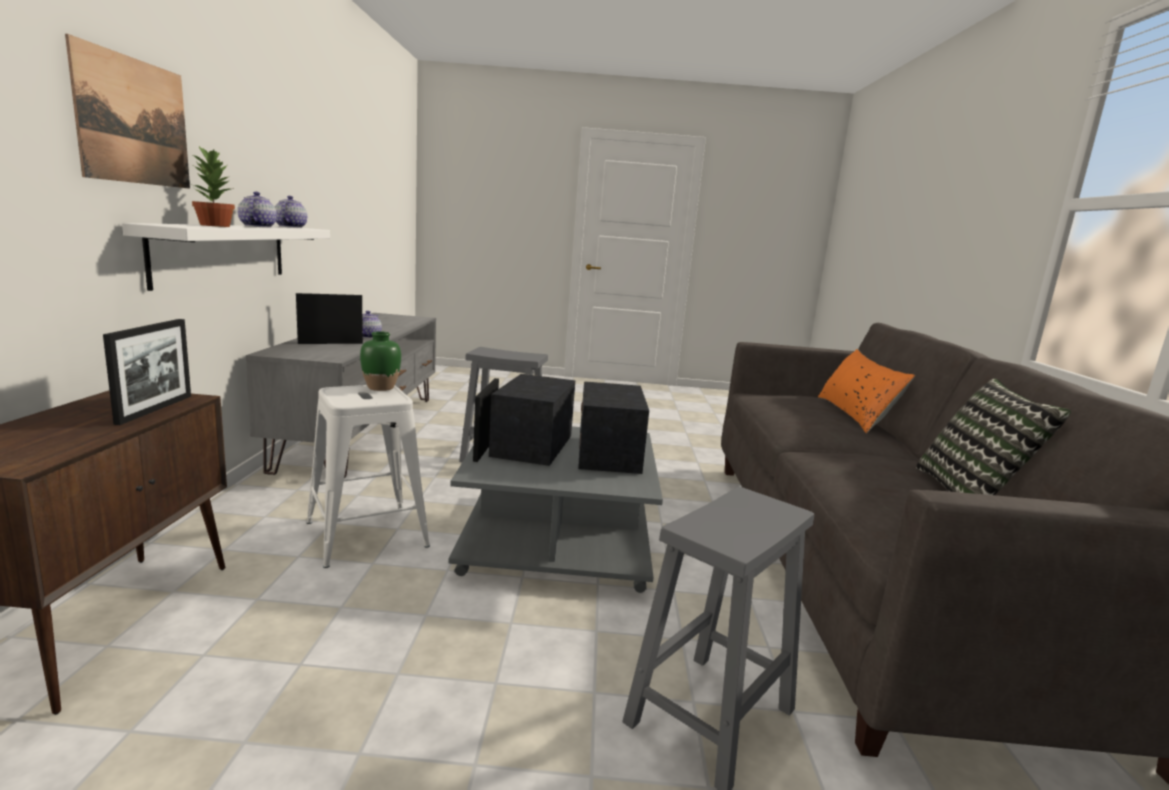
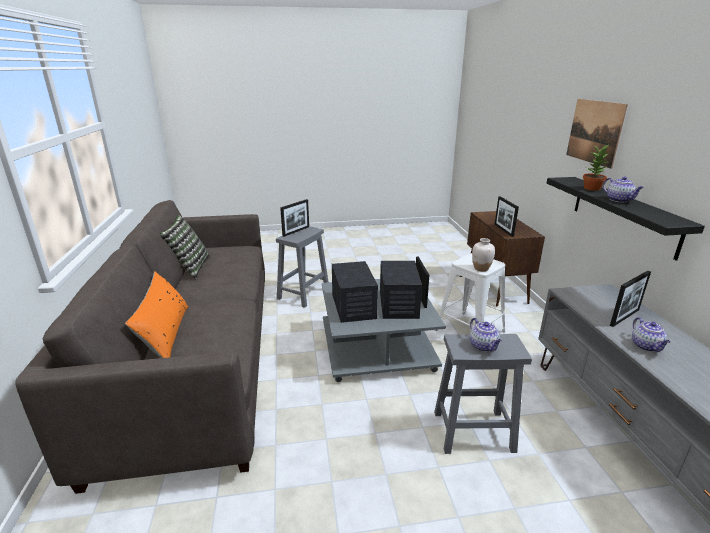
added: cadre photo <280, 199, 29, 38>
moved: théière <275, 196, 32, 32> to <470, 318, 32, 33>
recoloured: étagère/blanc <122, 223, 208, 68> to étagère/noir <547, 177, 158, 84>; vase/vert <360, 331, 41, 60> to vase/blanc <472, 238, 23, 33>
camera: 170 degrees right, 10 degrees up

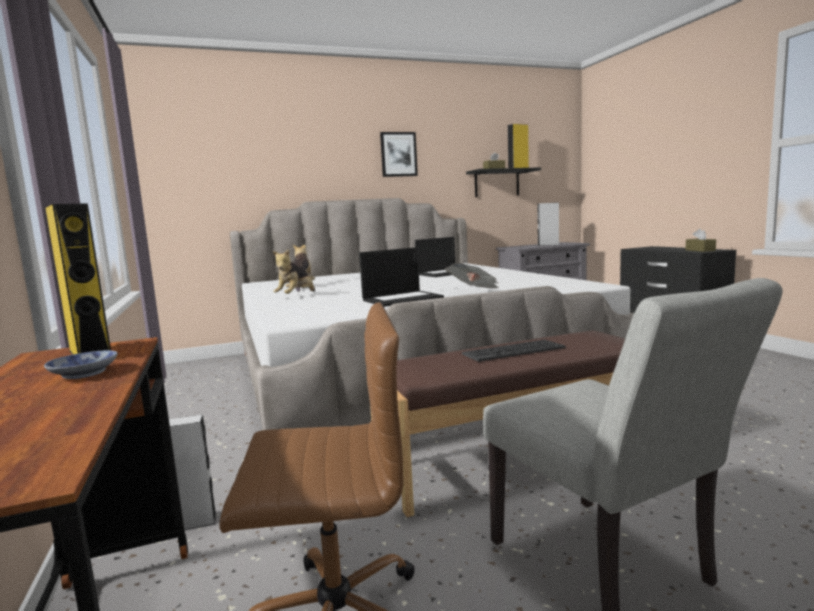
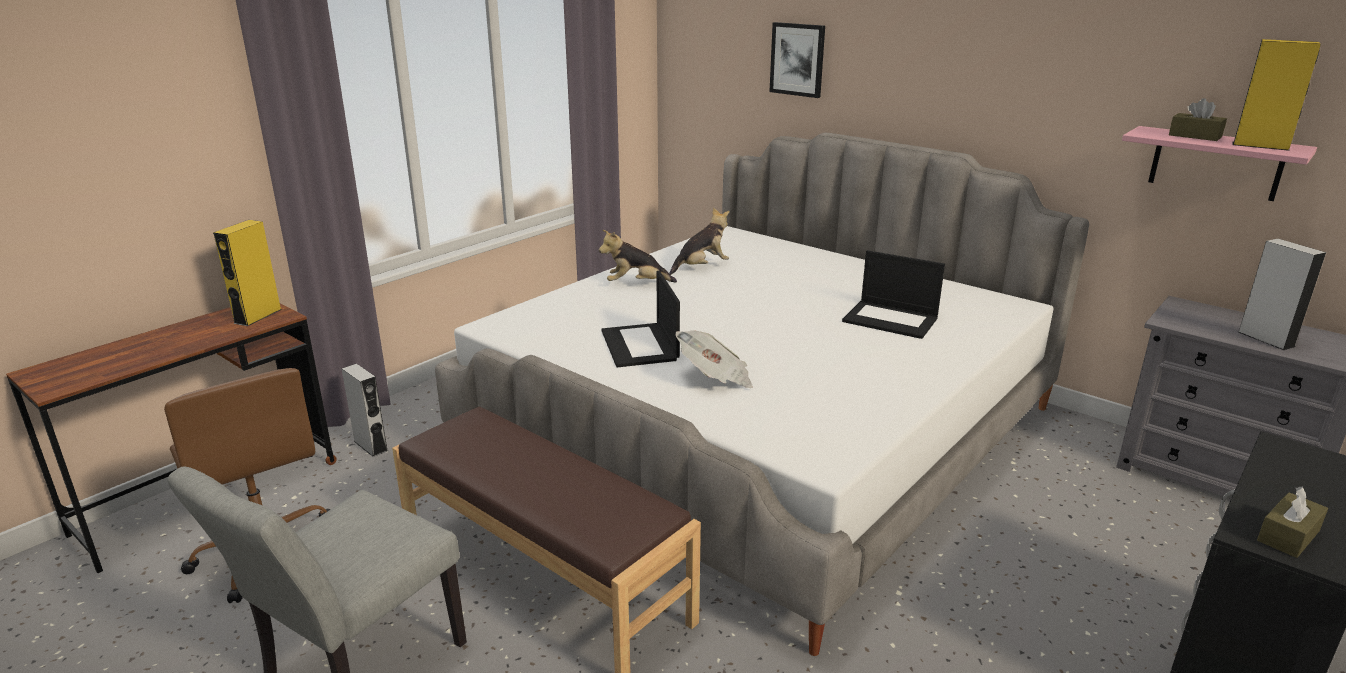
removed: bol <44, 350, 74, 29>; clavier <462, 340, 104, 22>
moved: tableau <380, 132, 38, 45> to <769, 22, 56, 76>
recoloured: étagère/noir <466, 167, 75, 30> to étagère/rose <1122, 126, 195, 75>
turned: ordinateur portable <359, 247, 85, 60> = <601, 271, 79, 97> 45 degrees clockwise
camera: 60 degrees right, 15 degrees up

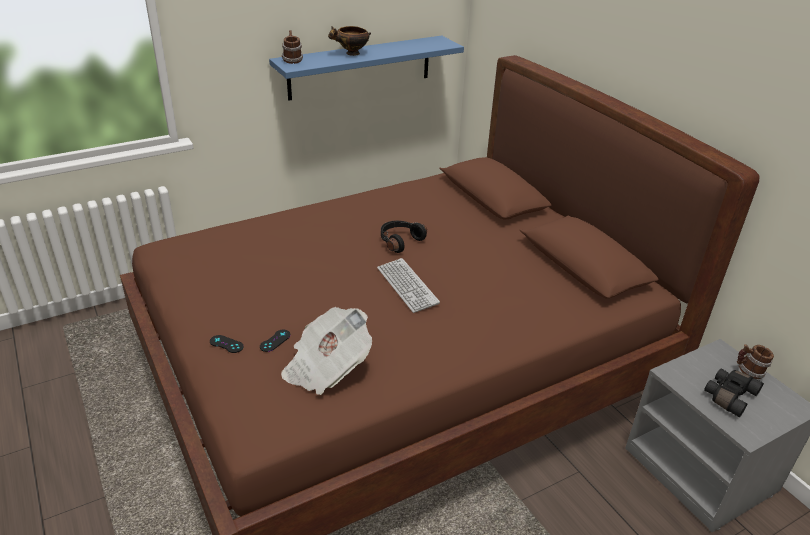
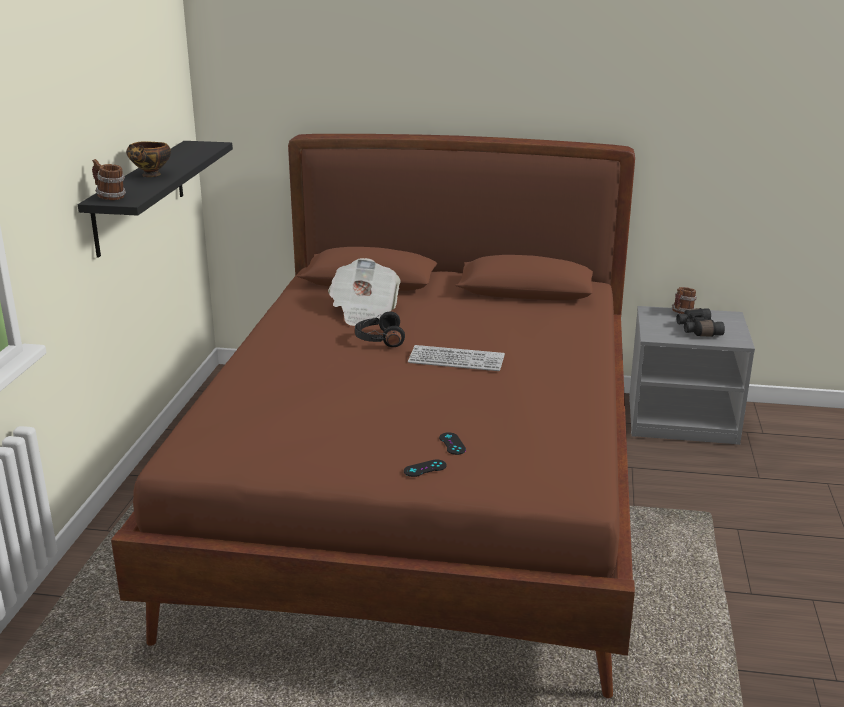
moved: journal <281, 307, 91, 88> to <328, 258, 73, 68>
recoloured: étagère/bleu <269, 36, 195, 65> to étagère/noir <78, 141, 155, 117>
camera: 50 degrees left, 10 degrees down

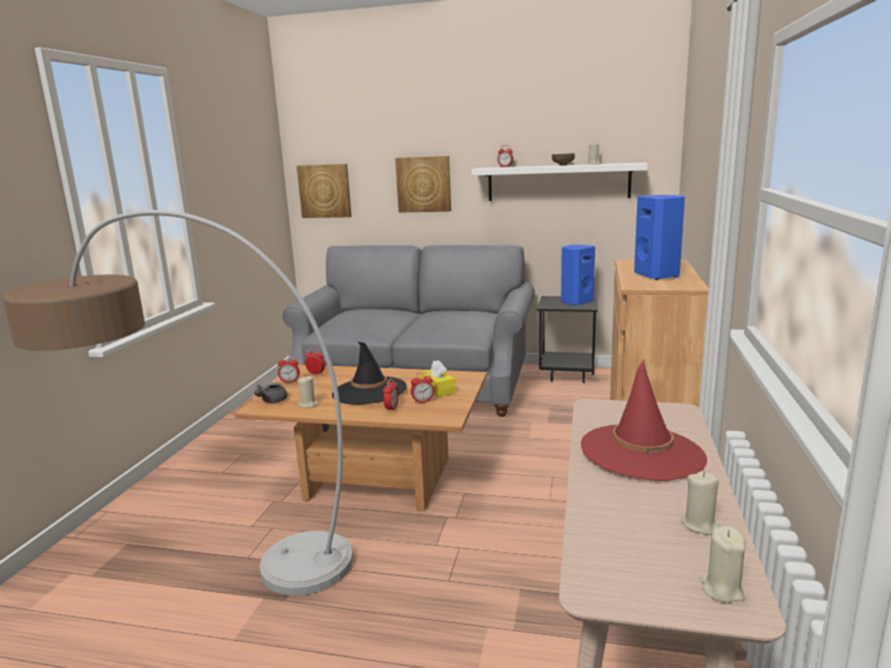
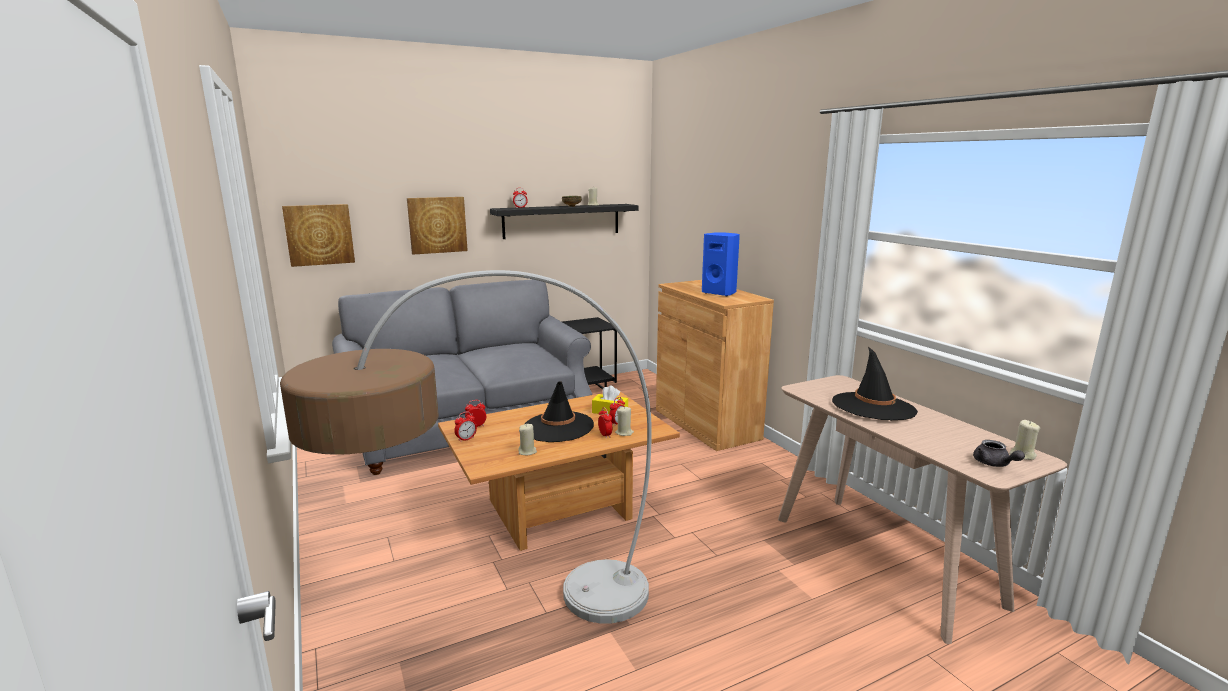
removed: enceinte/bleu <561, 245, 34, 61>
moved: théière/gris <254, 383, 34, 20> to <973, 440, 52, 27>; bougie/beige <681, 472, 39, 63> to <615, 406, 19, 30>
recoloured: étagère/blanc <471, 163, 177, 38> to étagère/noir <490, 204, 148, 35>; chapeau/rouge <581, 359, 126, 122> to chapeau/noir <832, 347, 86, 74>
camera: 40 degrees left, 0 degrees up

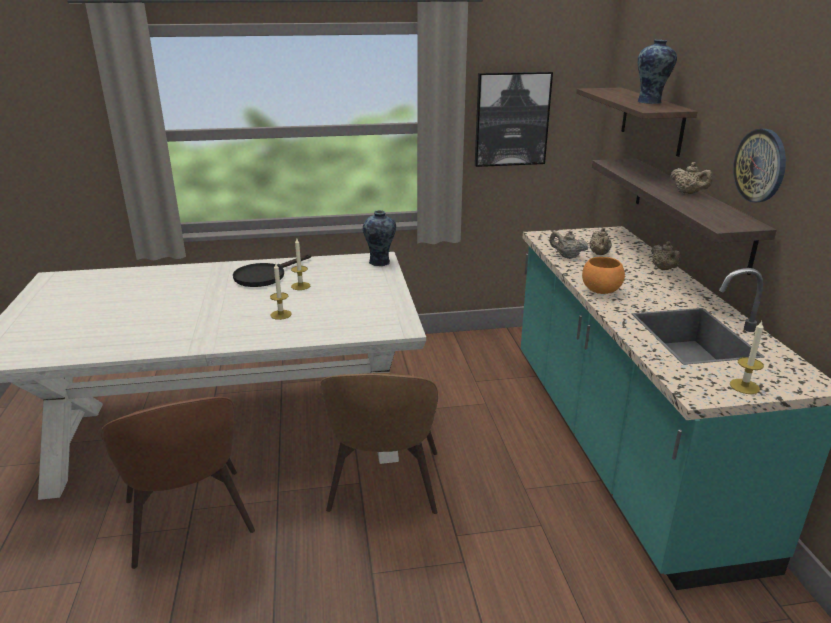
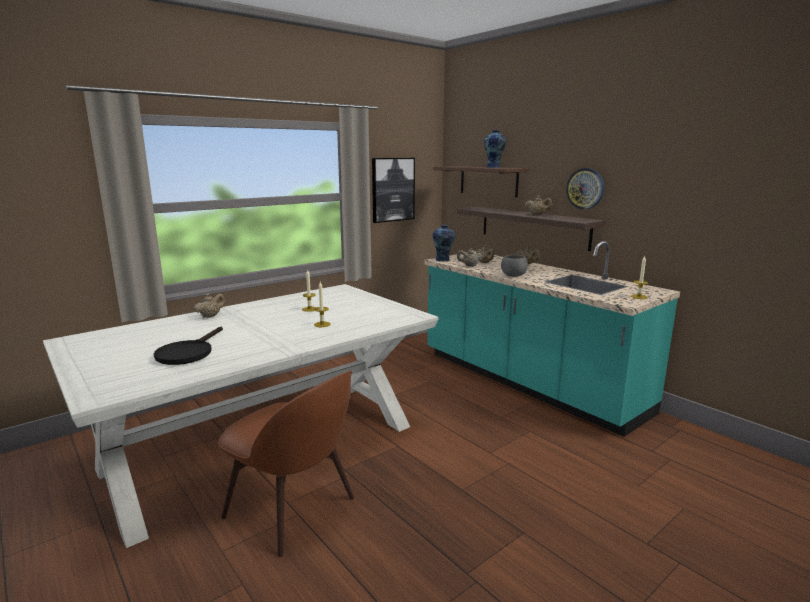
removed: chaise/marron <320, 373, 118, 141>
added: théière/beige <194, 293, 31, 25>
moved: poêle/noir <233, 254, 78, 33> to <154, 327, 69, 38>; vase <363, 210, 33, 56> to <433, 225, 22, 36>
recoloured: bol/orange <582, 257, 43, 37> to bol/gris <501, 255, 27, 22>
camera: 30 degrees left, 10 degrees down

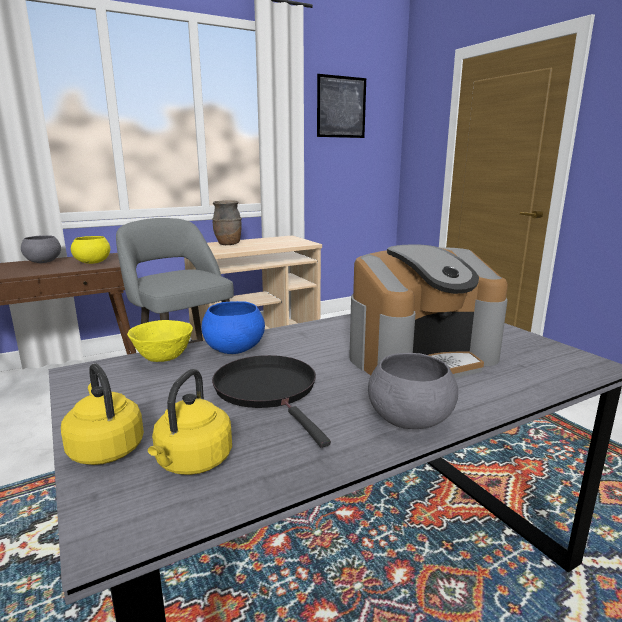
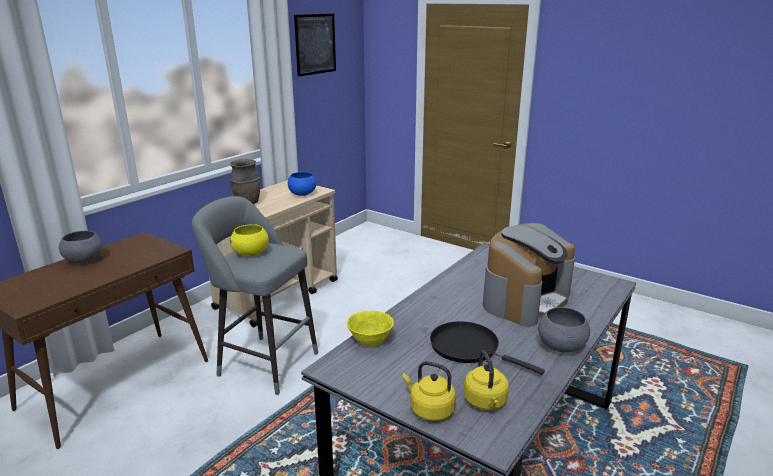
moved: bol/jaune <71, 236, 39, 28> to <230, 224, 39, 32>; bol/bleu <201, 301, 64, 53> to <288, 172, 28, 24>
camera: 25 degrees left, 5 degrees up

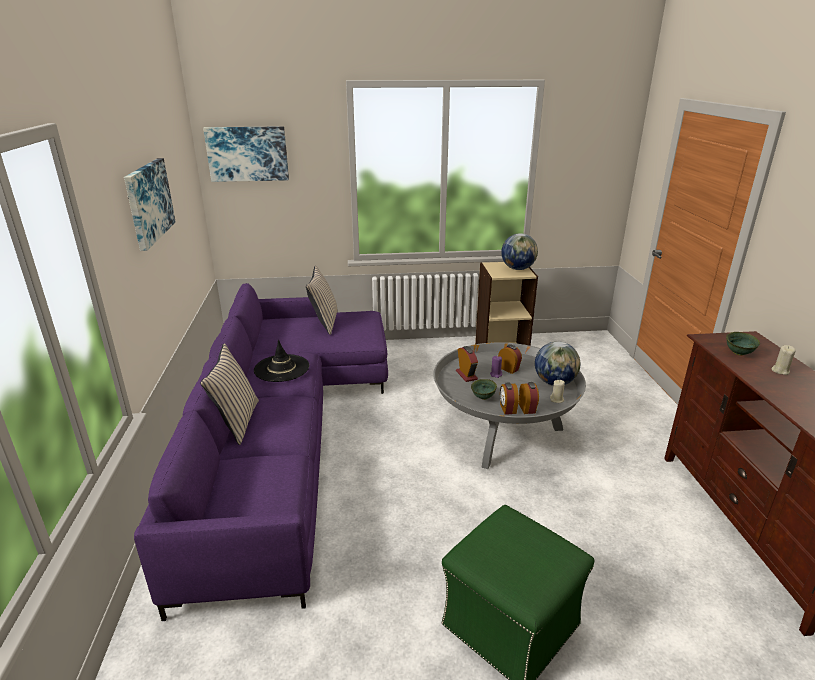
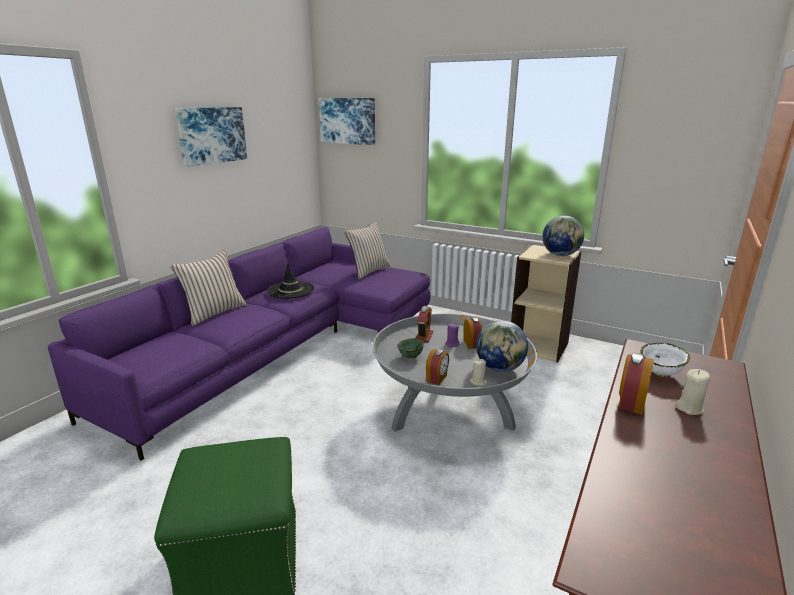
moved: réveil <500, 383, 19, 32> to <618, 353, 36, 62>
recoloured: bol/vert <726, 332, 34, 24> to bol/blanc <640, 343, 50, 34>
camera: 35 degrees right, 5 degrees down

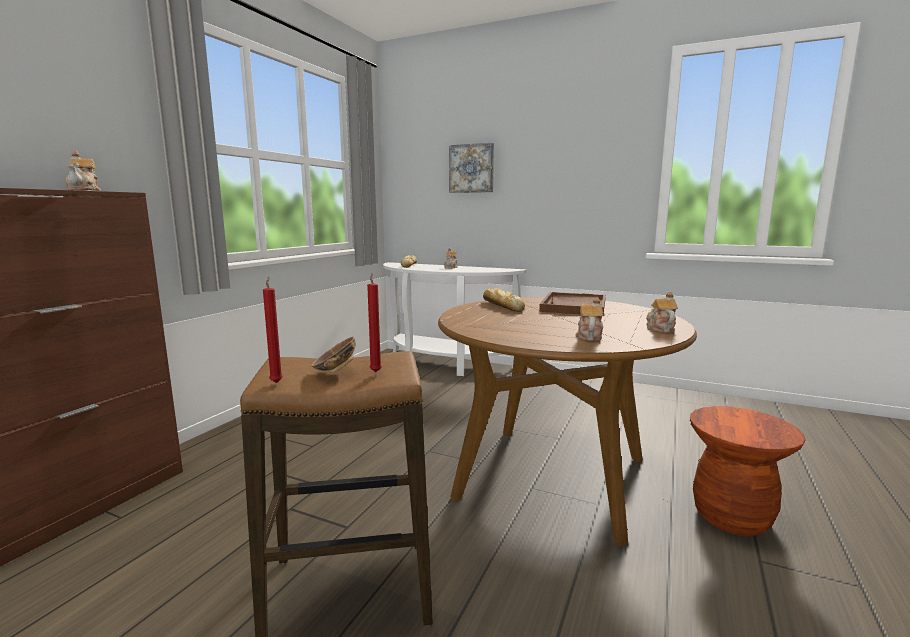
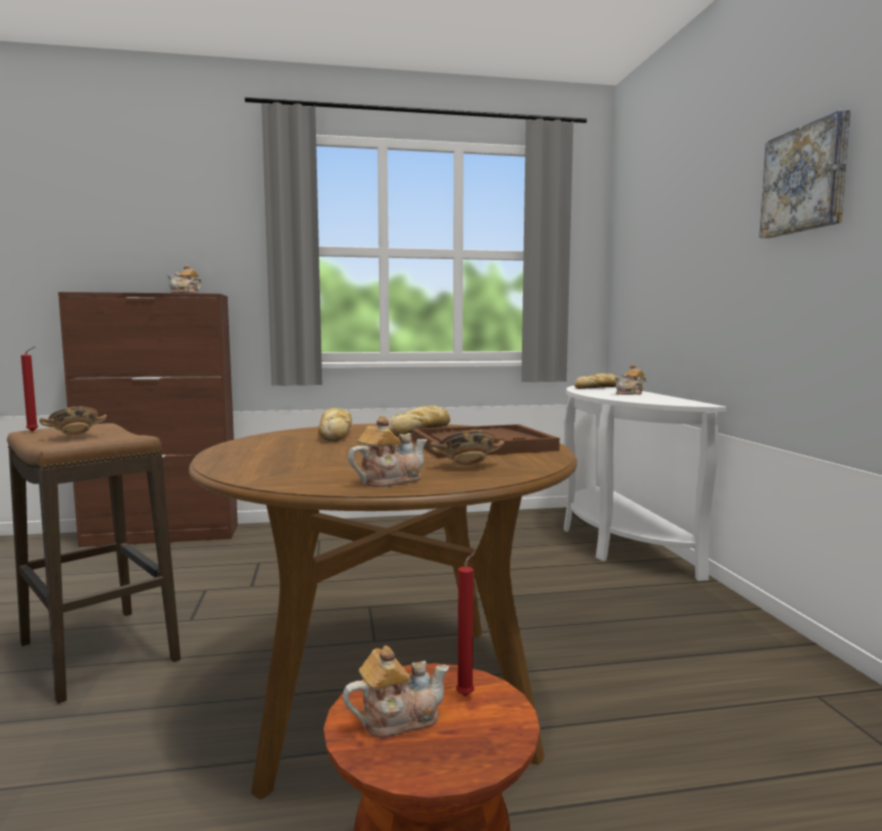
added: pain <318, 408, 34, 34>; bol <429, 430, 75, 36>
moved: bougie/rouge <367, 273, 15, 99> to <456, 550, 21, 146>; tableau <449, 143, 45, 50> to <759, 110, 92, 128>; théière <576, 297, 27, 44> to <343, 646, 107, 91>
camera: 55 degrees right, 5 degrees down

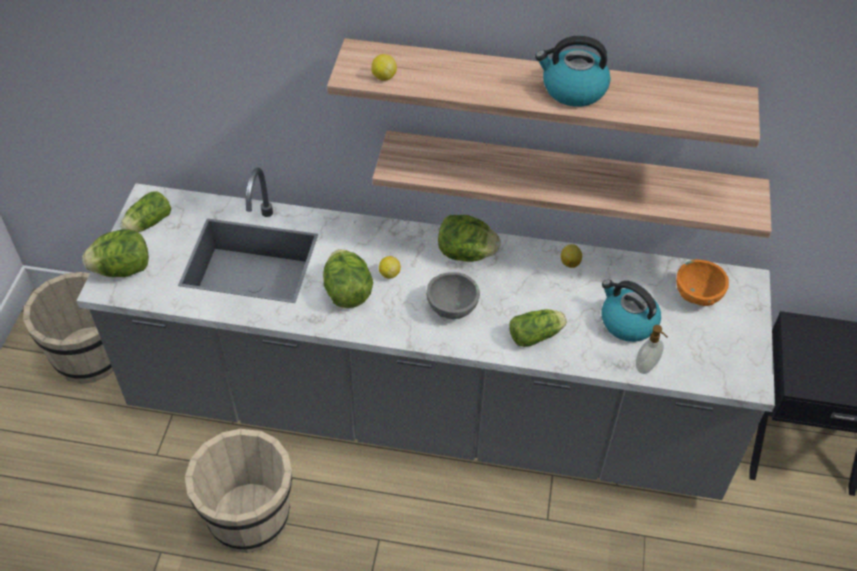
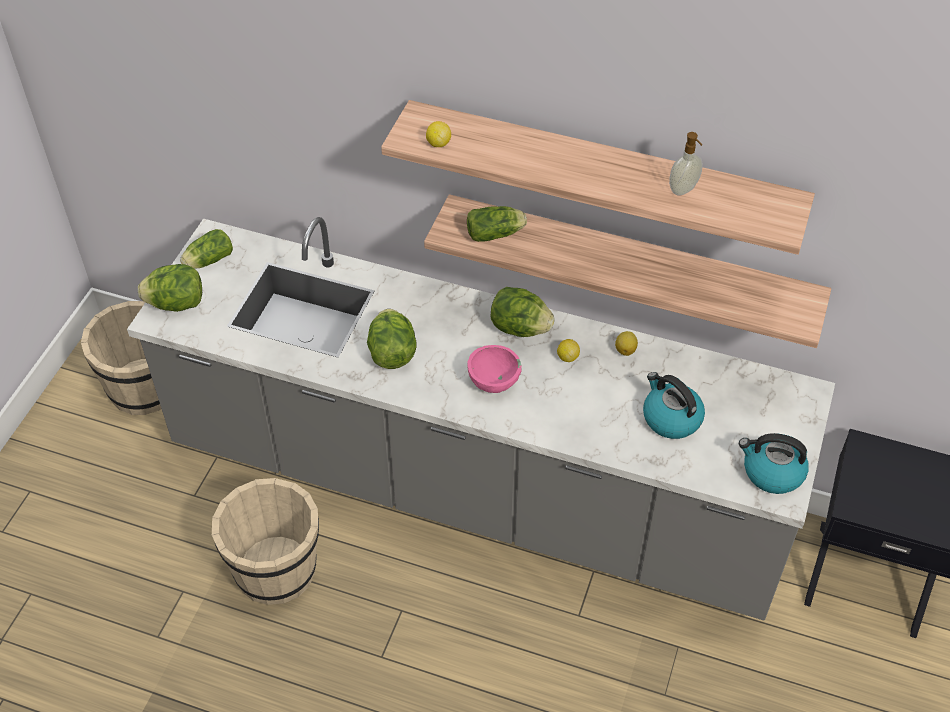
removed: bol/orange <676, 260, 53, 46>
moved: citron <379, 256, 22, 22> to <557, 339, 23, 23>; laitue <509, 309, 58, 38> to <467, 206, 60, 36>; bouilloire <535, 36, 76, 71> to <739, 433, 70, 61>; distributeur de savon <636, 325, 32, 49> to <669, 132, 34, 63>
recoloured: bol/gris <426, 272, 54, 47> to bol/rose <467, 345, 55, 48>
camera: 10 degrees right, 0 degrees up

